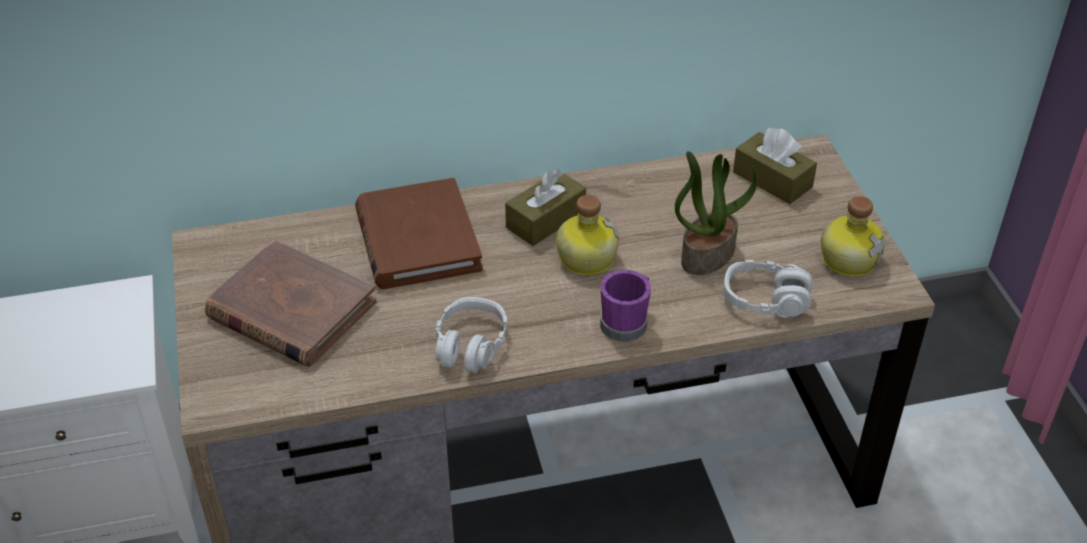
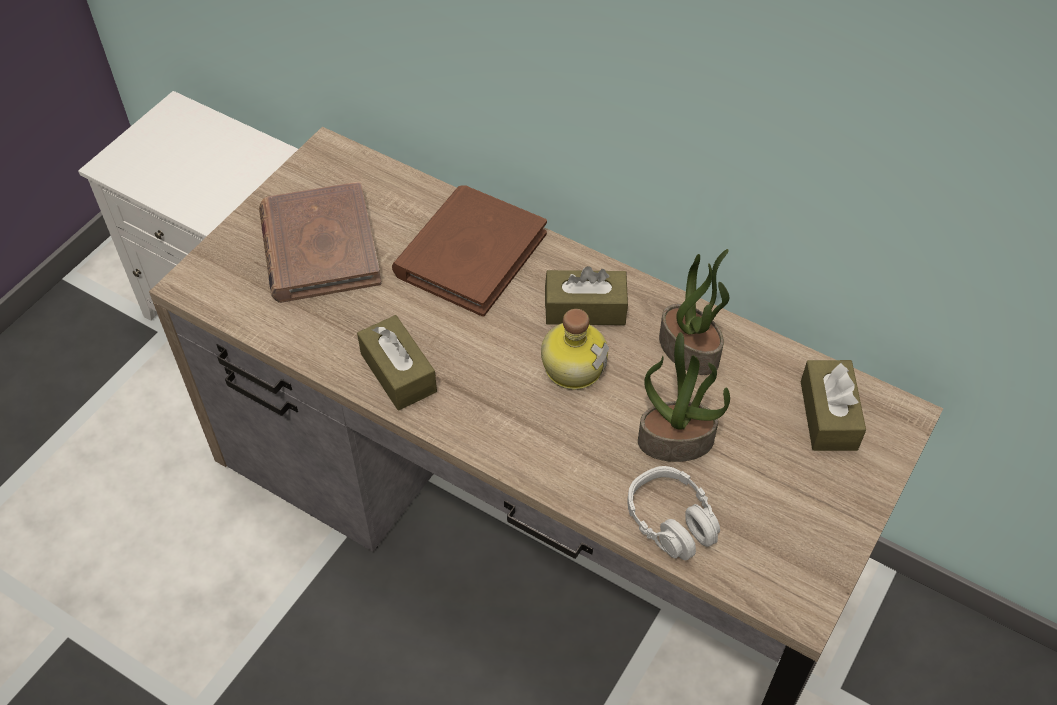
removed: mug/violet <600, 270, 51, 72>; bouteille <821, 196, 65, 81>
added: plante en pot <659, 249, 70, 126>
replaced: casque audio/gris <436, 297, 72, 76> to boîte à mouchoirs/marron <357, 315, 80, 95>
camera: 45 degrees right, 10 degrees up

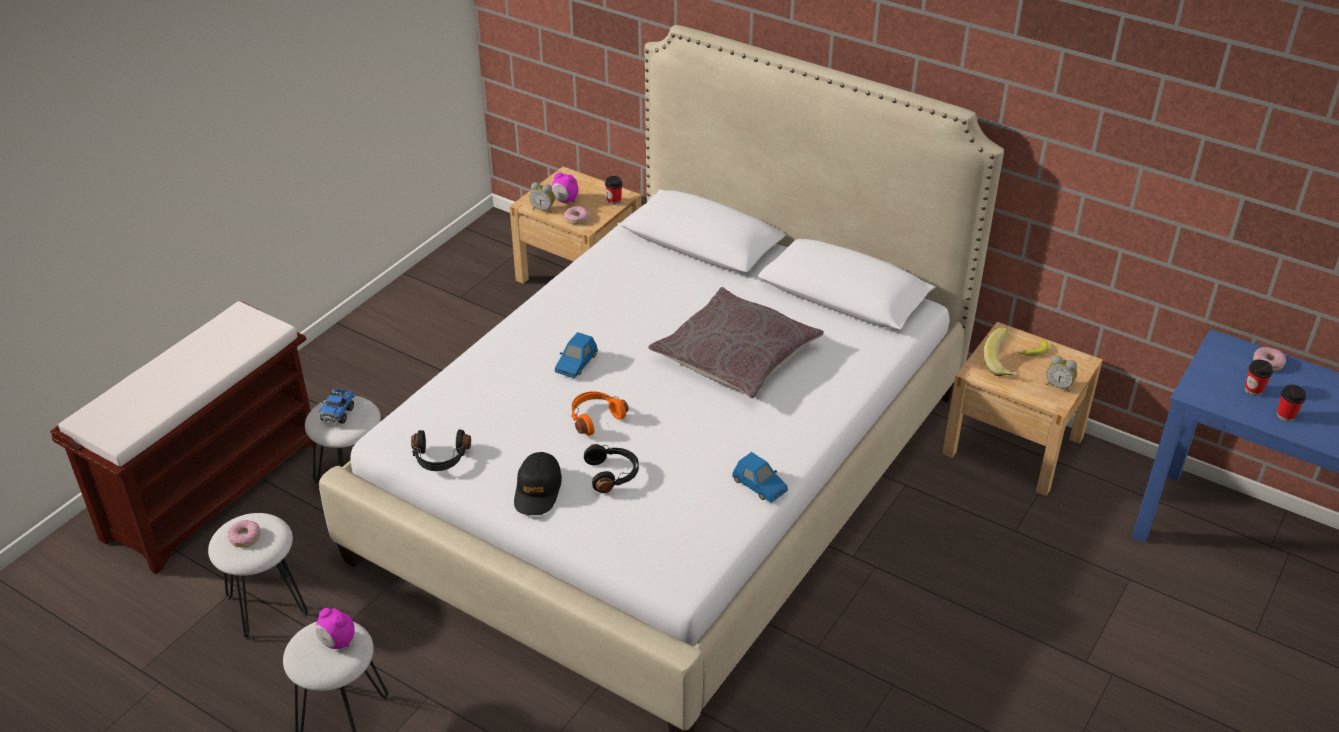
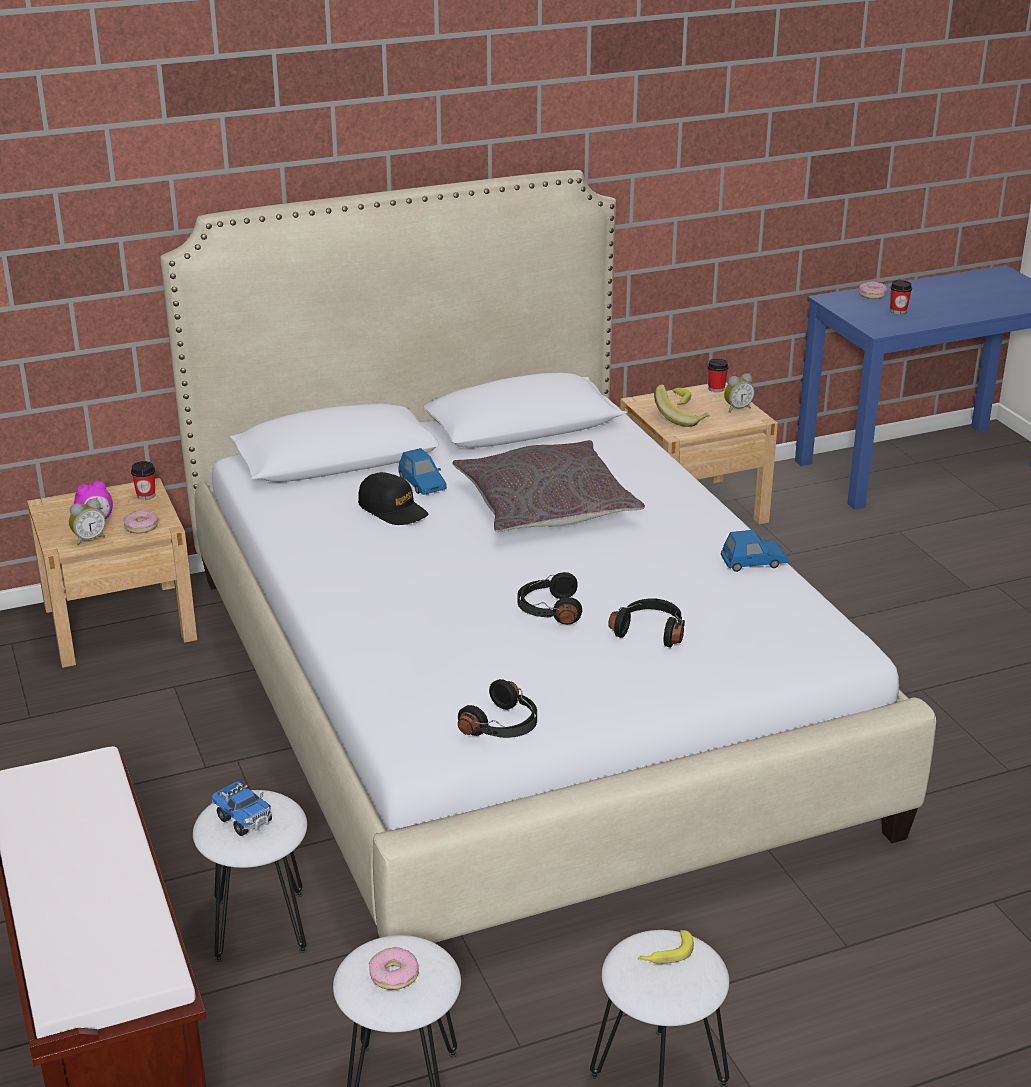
moved: casquette/noir <514, 452, 48, 63> to <358, 472, 70, 53>; petite voiture/bleu <555, 332, 43, 46> to <398, 448, 49, 47>; tasse <1277, 385, 29, 37> to <708, 358, 21, 34>
replaced: réveil <316, 608, 39, 41> to banane <638, 930, 56, 34>
recoloured: casque audio/orange <571, 391, 58, 45> to casque audio/noir <517, 572, 65, 52>
camera: 55 degrees left, 10 degrees down

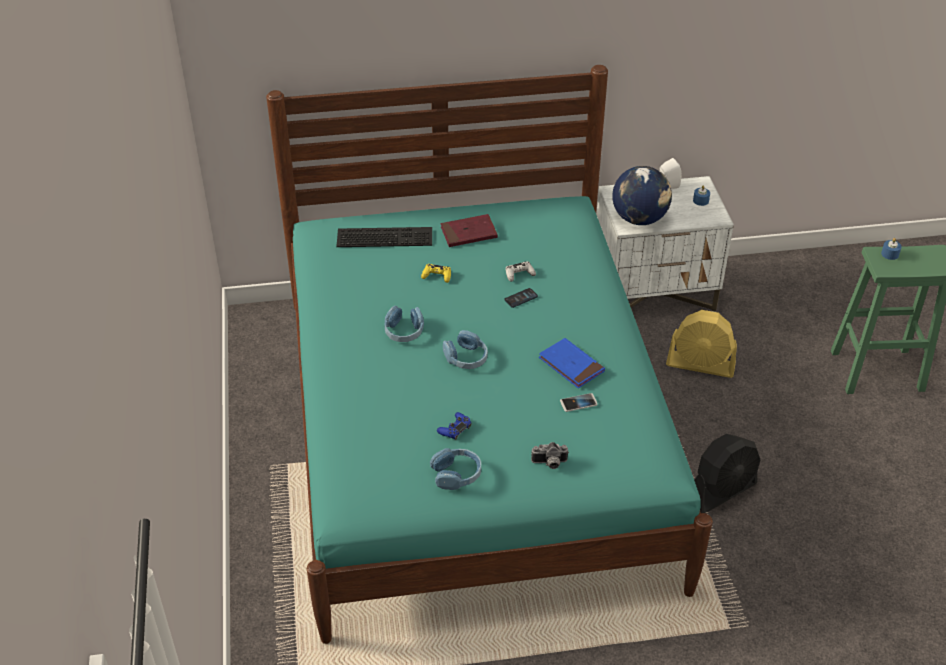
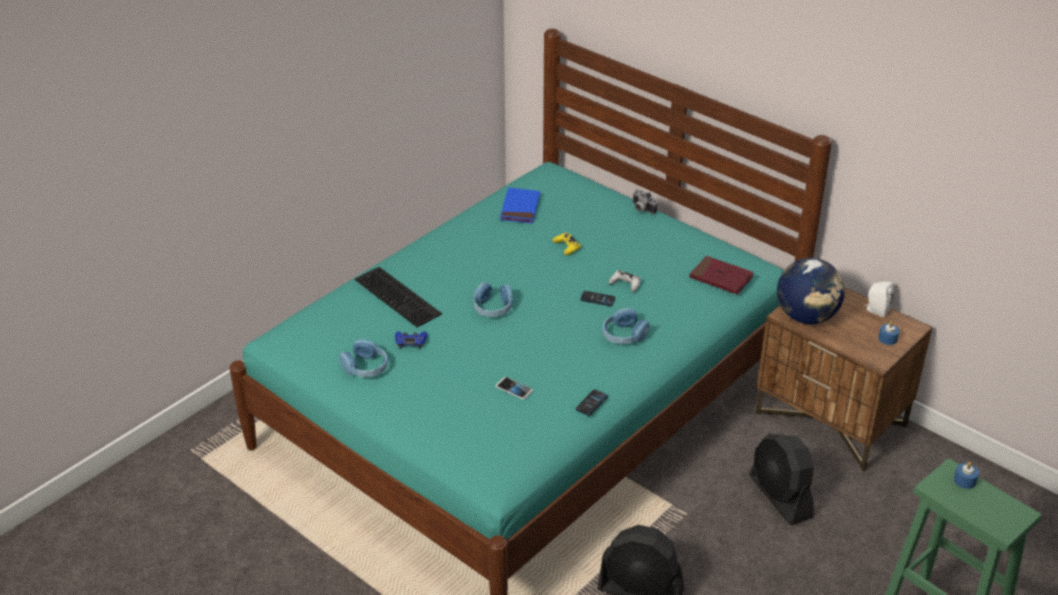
added: téléphone <576, 390, 32, 26>
moved: clavier <337, 227, 95, 20> to <355, 267, 87, 60>; casque audio/bleu <384, 306, 40, 36> to <603, 308, 47, 36>; livre/rouge <441, 214, 57, 33> to <689, 256, 65, 39>; appareil photo <531, 442, 38, 27> to <633, 189, 24, 25>; livre/bleu <539, 338, 66, 50> to <500, 187, 40, 37>
recoloured: table de chevet/blanc <597, 176, 137, 136> to table de chevet/marron <755, 287, 178, 185>; ventilateur/jaune <666, 310, 71, 68> to ventilateur/noir <750, 434, 64, 91>
camera: 50 degrees right, 5 degrees down

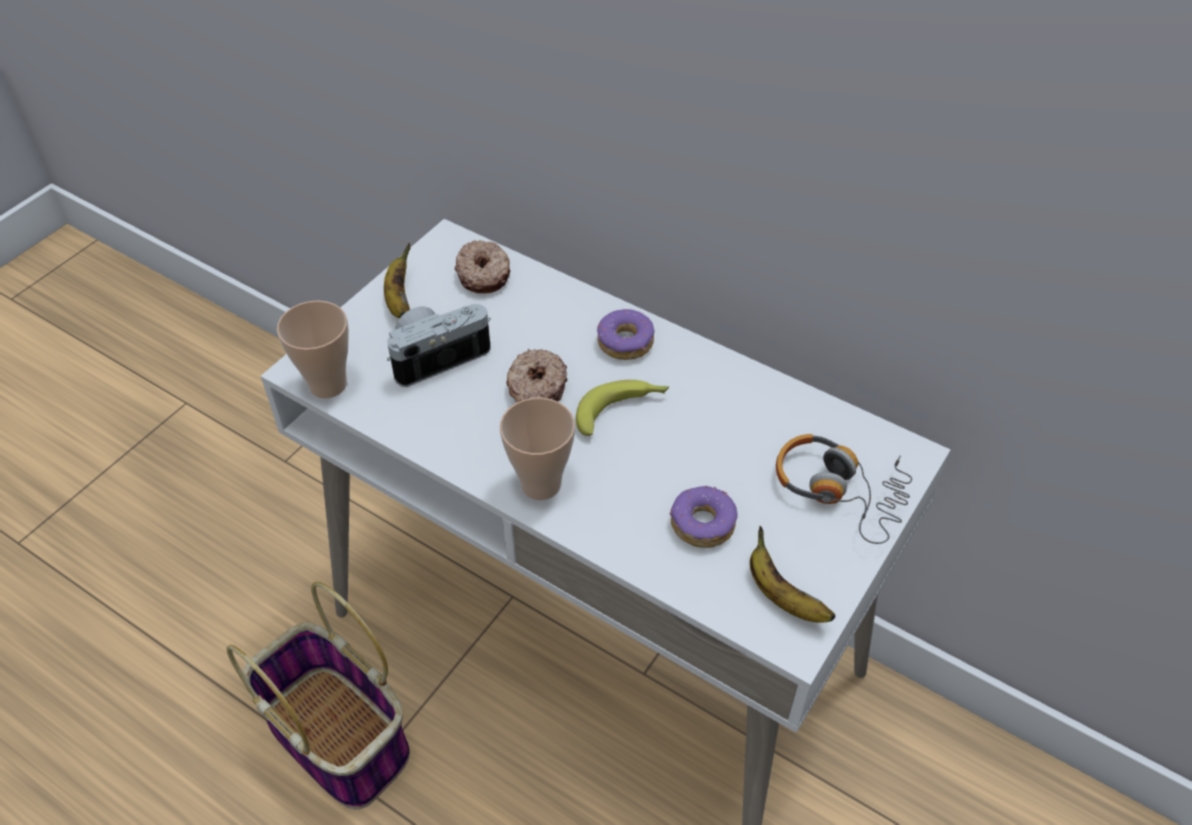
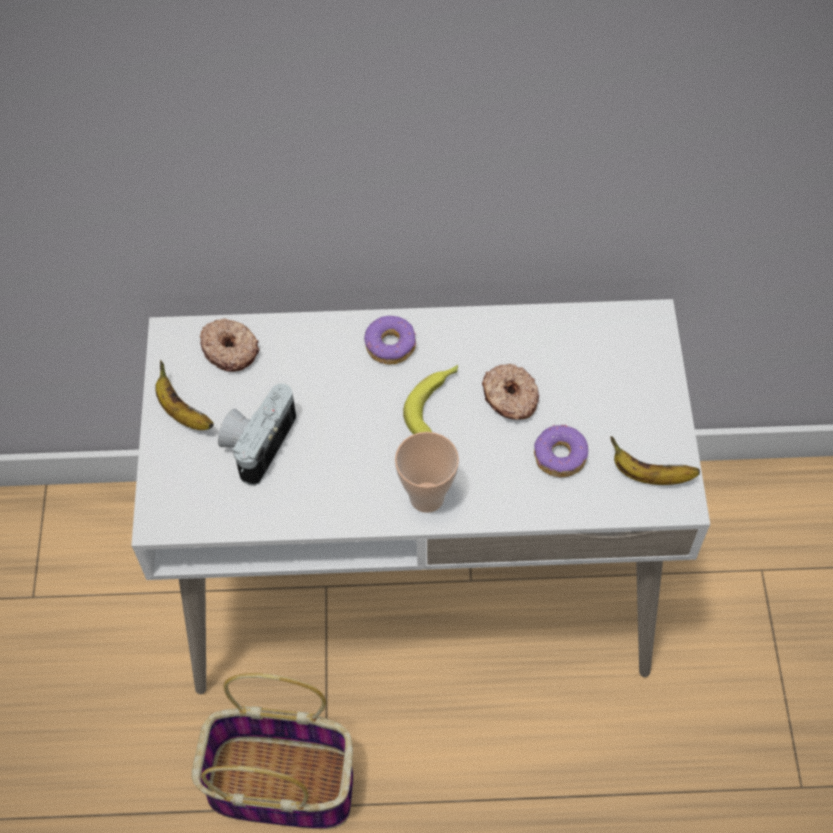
removed: tasse <277, 300, 72, 99>; casque audio <776, 434, 136, 110>
moved: beignet <506, 349, 62, 53> to <482, 364, 57, 56>
camera: 35 degrees left, 10 degrees up

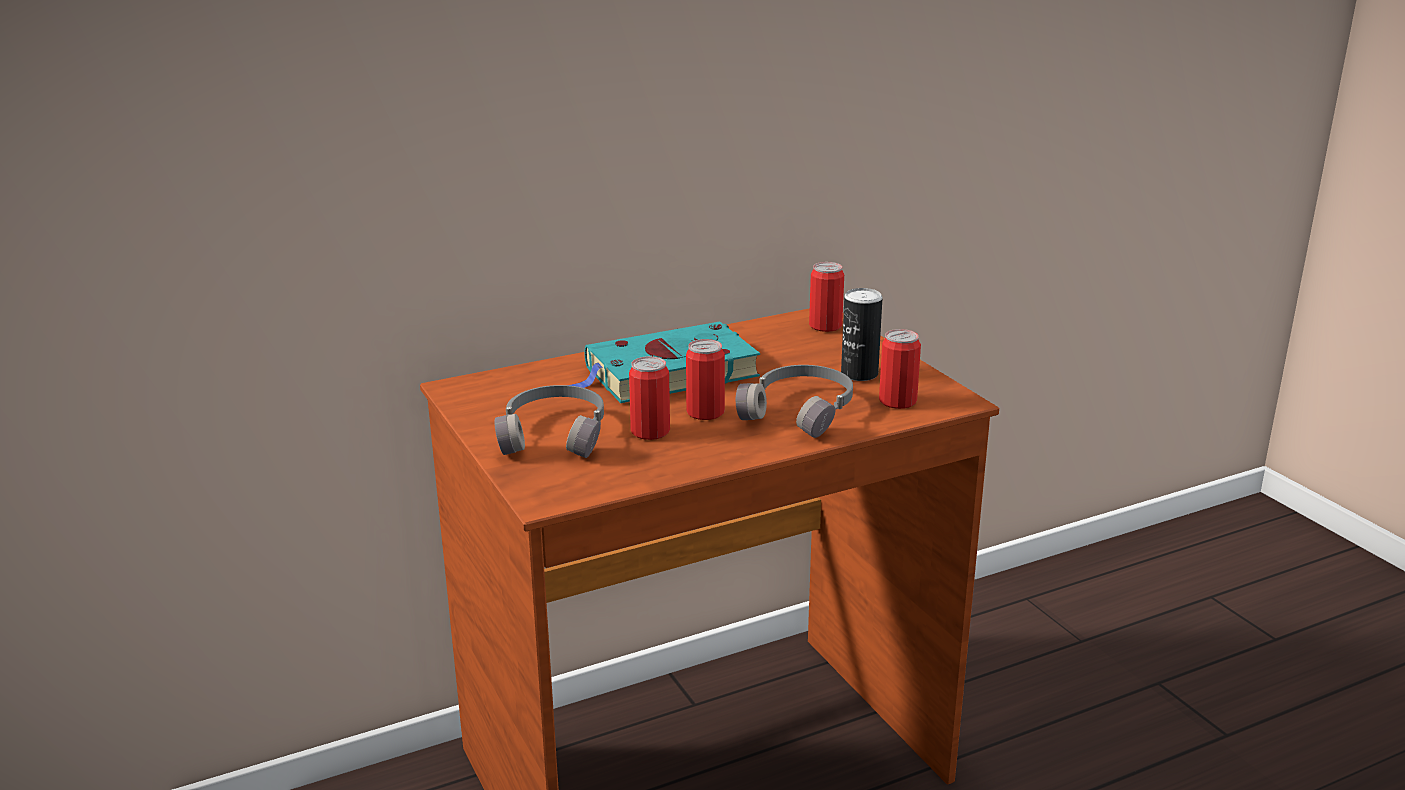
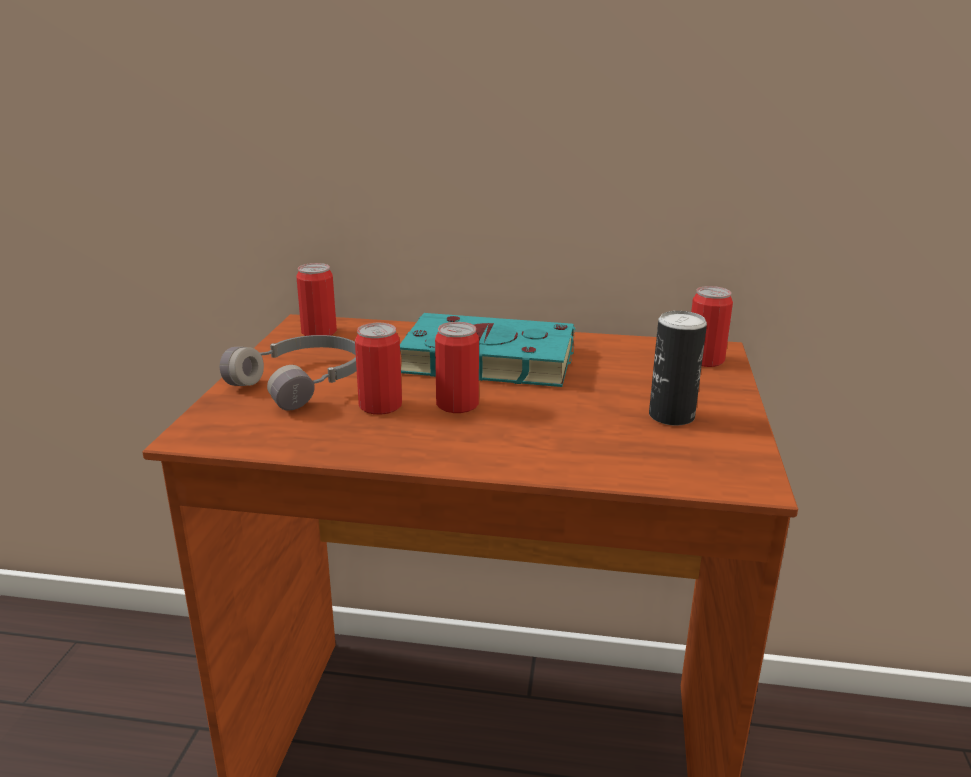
removed: casque audio/gris <736, 365, 117, 73>
moved: boîte métallique <879, 329, 42, 80> to <296, 263, 41, 73>
camera: 35 degrees right, 0 degrees up

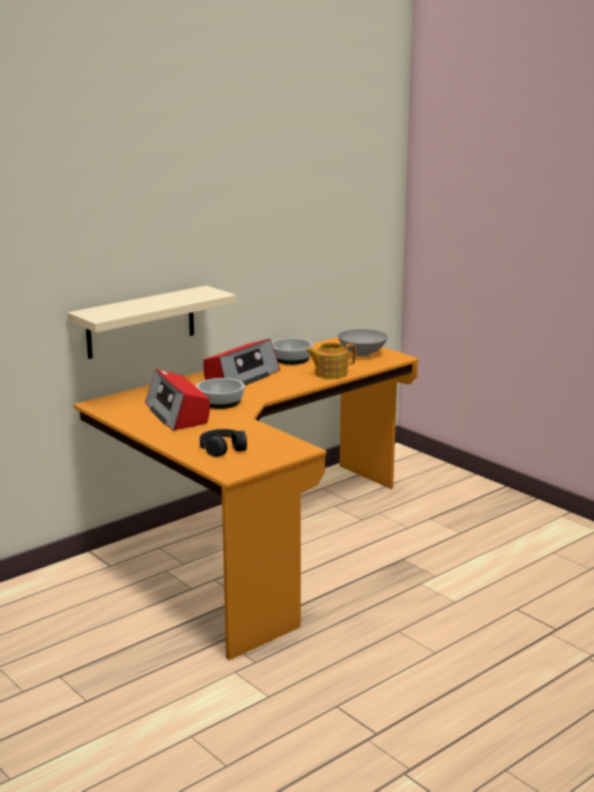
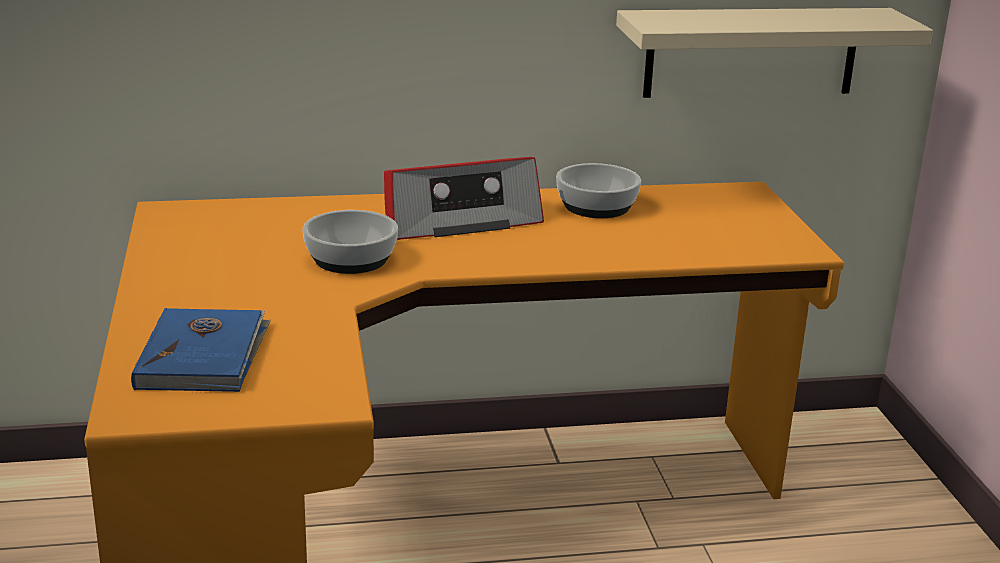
removed: radio <145, 369, 65, 62>; théière <305, 343, 51, 36>; bol/gris <338, 329, 50, 28>
moved: étagère/beige <67, 285, 170, 74> to <616, 8, 317, 90>
replaced: casque audio/noir <200, 429, 47, 28> to livre/bleu <131, 308, 140, 84>
camera: 30 degrees right, 5 degrees up

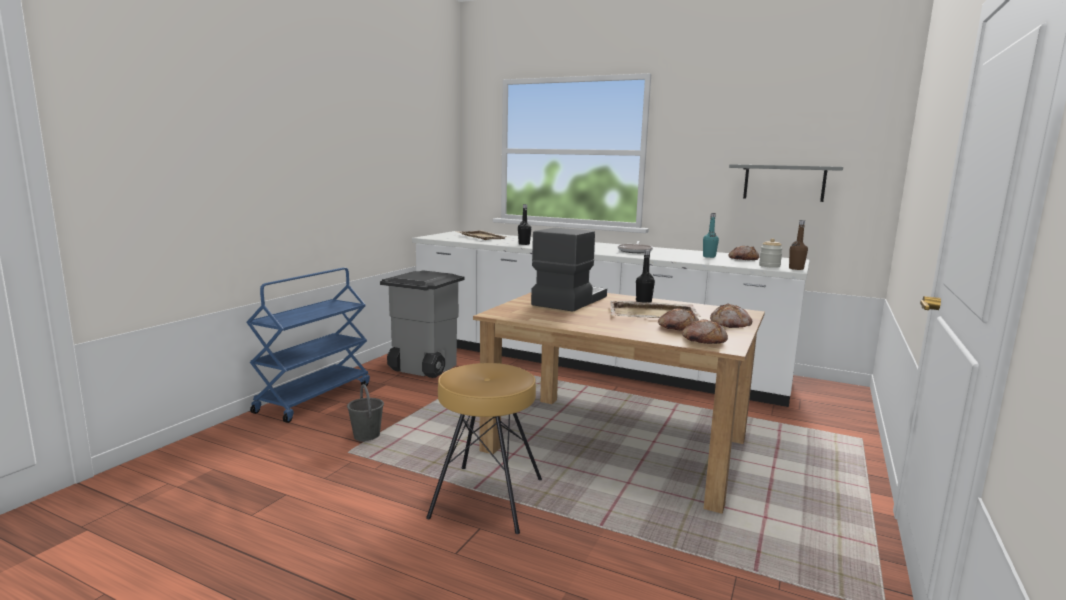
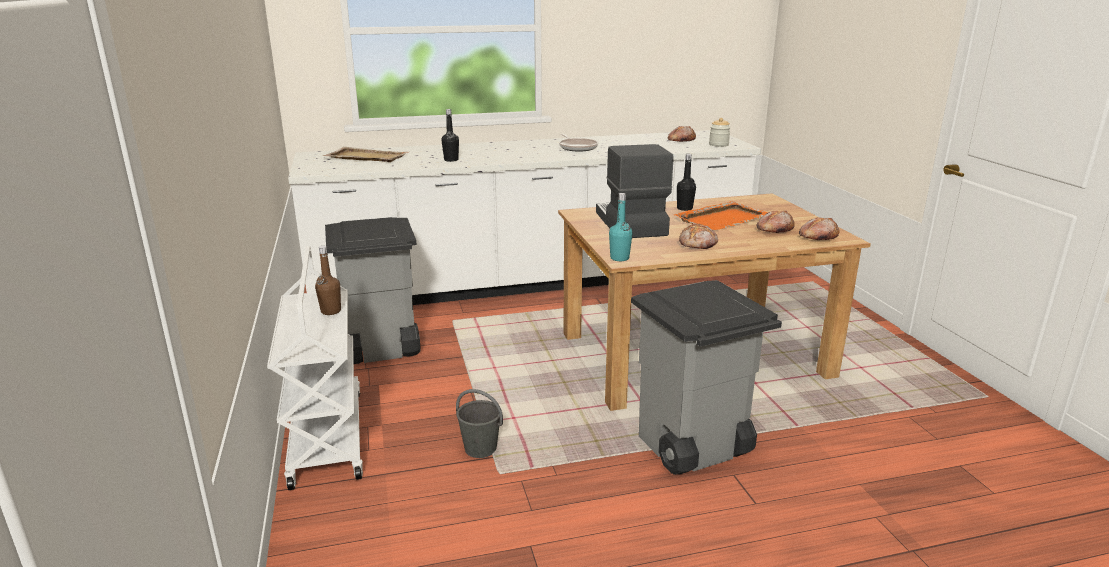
removed: étagère/gris <729, 164, 114, 38>
moved: bouteille/turquoise <703, 213, 16, 45> to <609, 193, 24, 68>; pain <710, 304, 42, 24> to <679, 223, 39, 26>; bouteille/marron <789, 220, 19, 50> to <315, 246, 26, 69>
replaced: tabouret/marron <426, 363, 116, 171> to poubelle/gris <631, 280, 151, 195>
recoloured: chariot/bleu <246, 268, 124, 155> to chariot/blanc <267, 246, 96, 244>; plateau/beige <610, 301, 91, 17> to plateau/orange <674, 201, 94, 29>
camera: 40 degrees left, 10 degrees up

